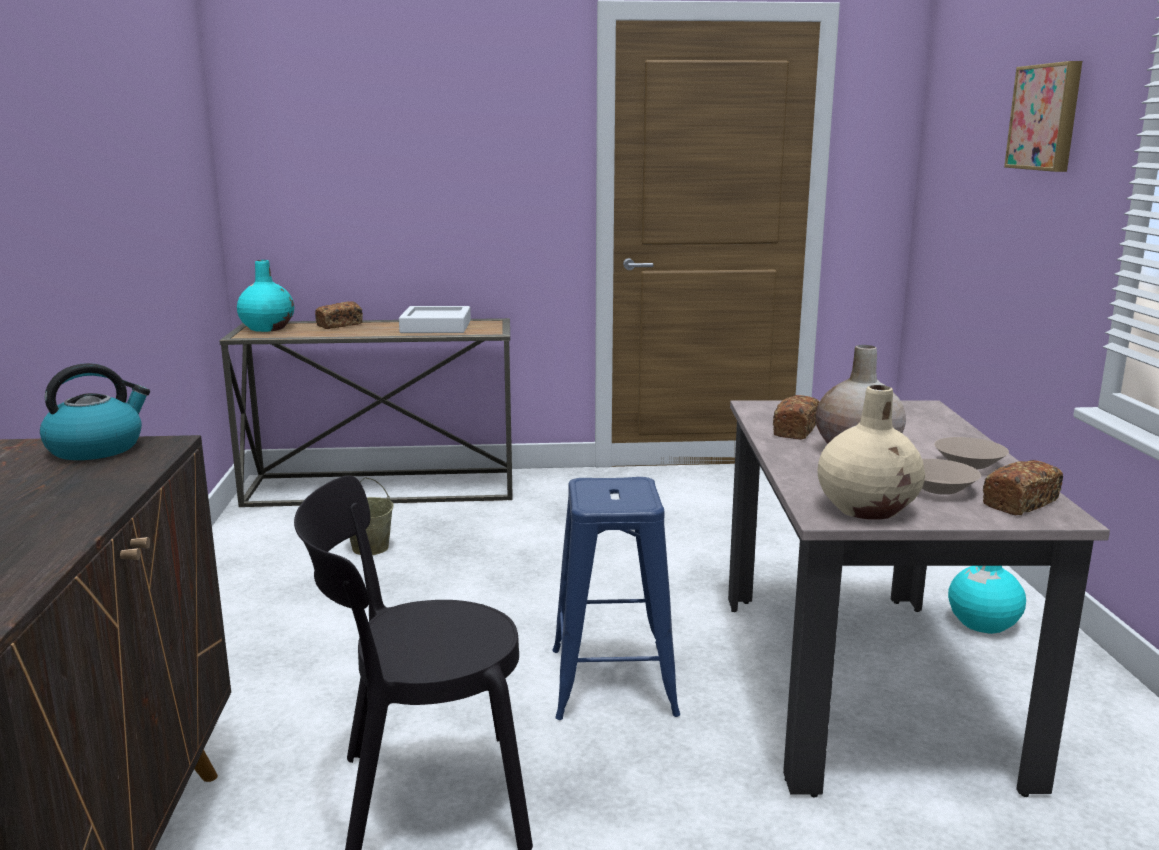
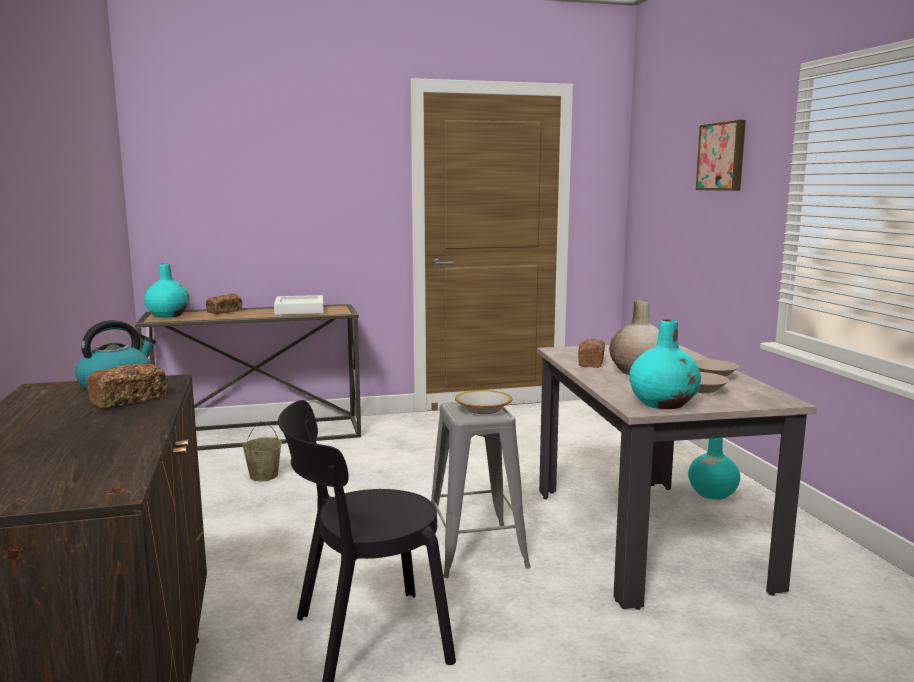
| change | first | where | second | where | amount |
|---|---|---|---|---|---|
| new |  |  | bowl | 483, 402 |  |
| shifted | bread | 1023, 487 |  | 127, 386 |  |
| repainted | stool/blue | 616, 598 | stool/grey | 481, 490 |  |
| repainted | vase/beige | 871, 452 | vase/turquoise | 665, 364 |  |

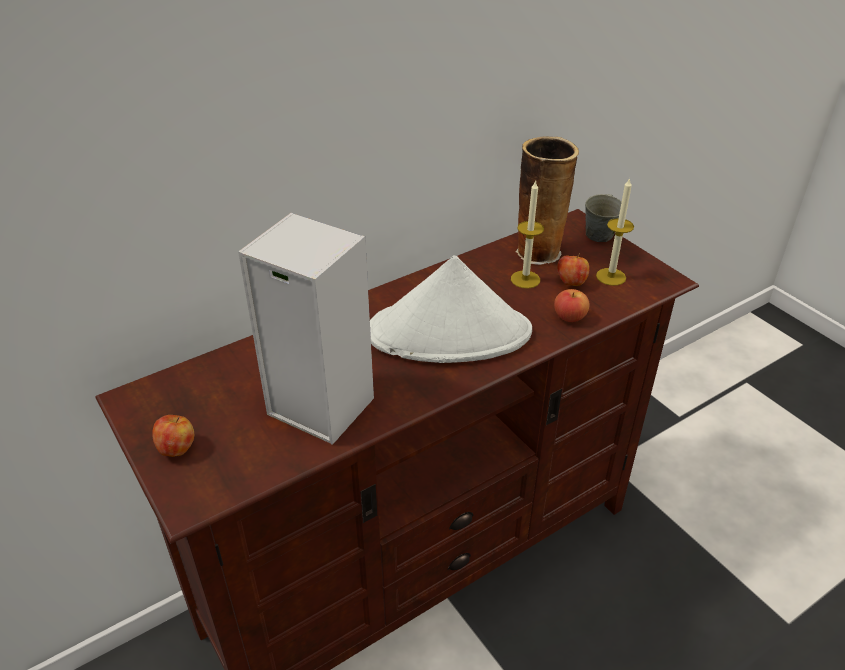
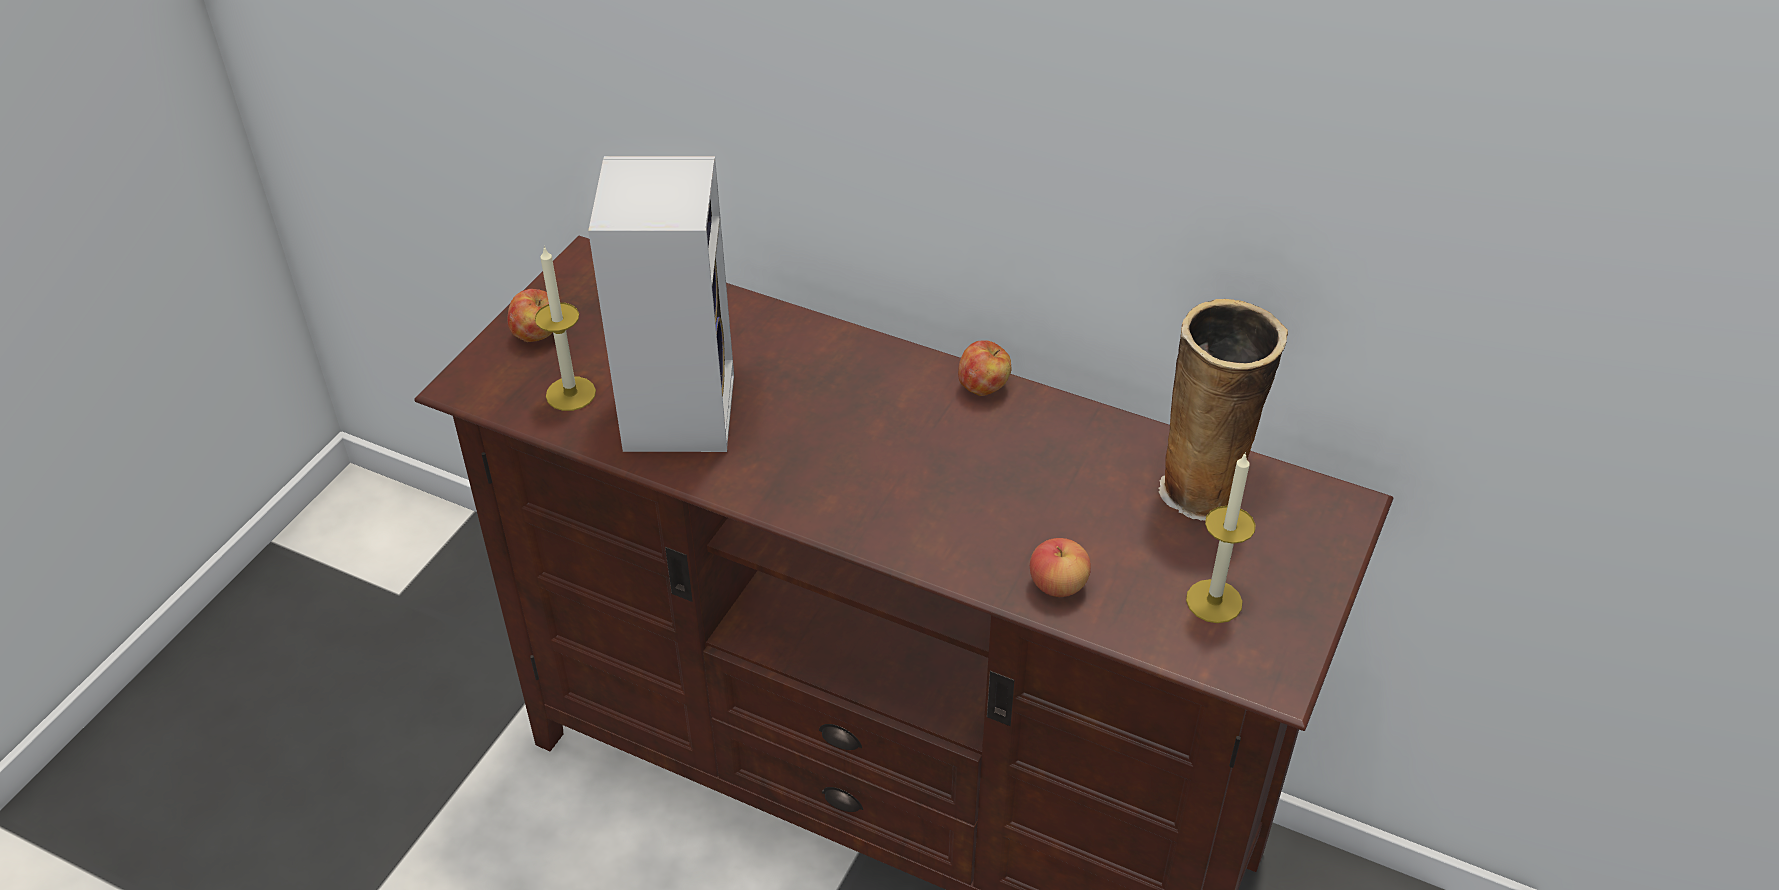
| change | first | where | second | where | amount |
|---|---|---|---|---|---|
| gone | hat/white | 451, 309 |  |  |  |
| gone | mug/grey | 603, 218 |  |  |  |
| shifted | candle | 527, 234 |  | 565, 328 |  |
| shifted | apple | 573, 269 |  | 985, 368 |  |

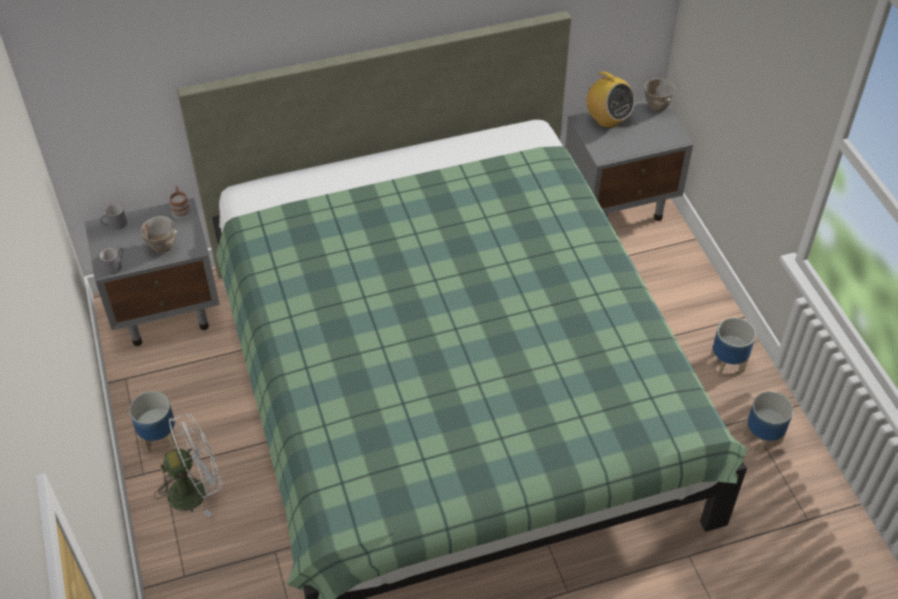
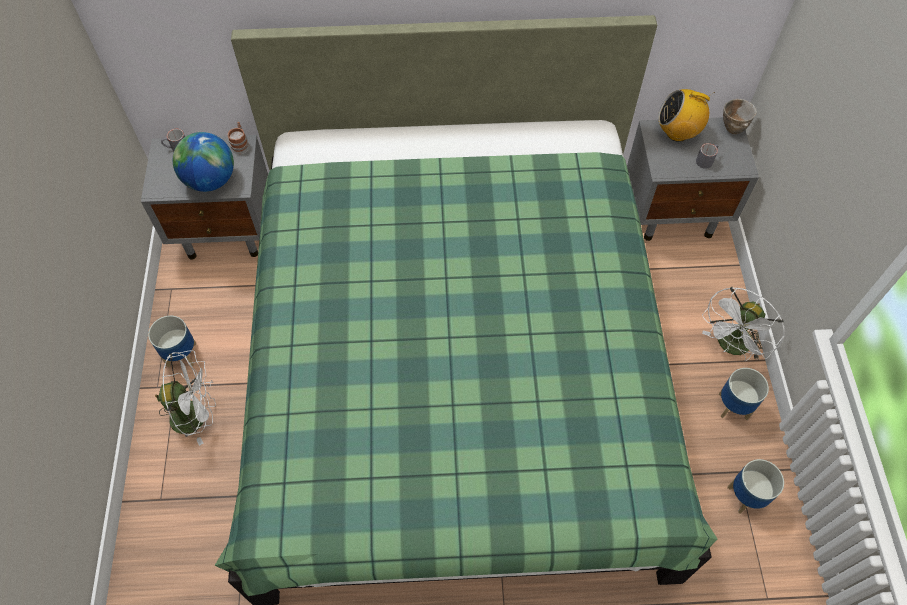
| change | first | where | second | where | amount |
|---|---|---|---|---|---|
| new |  |  | fan/white | 743, 324 |  |
| shifted | mug/grey | 111, 261 |  | 707, 156 |  |
| swapped | bowl | 158, 234 | globe | 203, 162 |  |
| rotated | radio | 610, 100 |  | 686, 115 | 120 degrees clockwise |

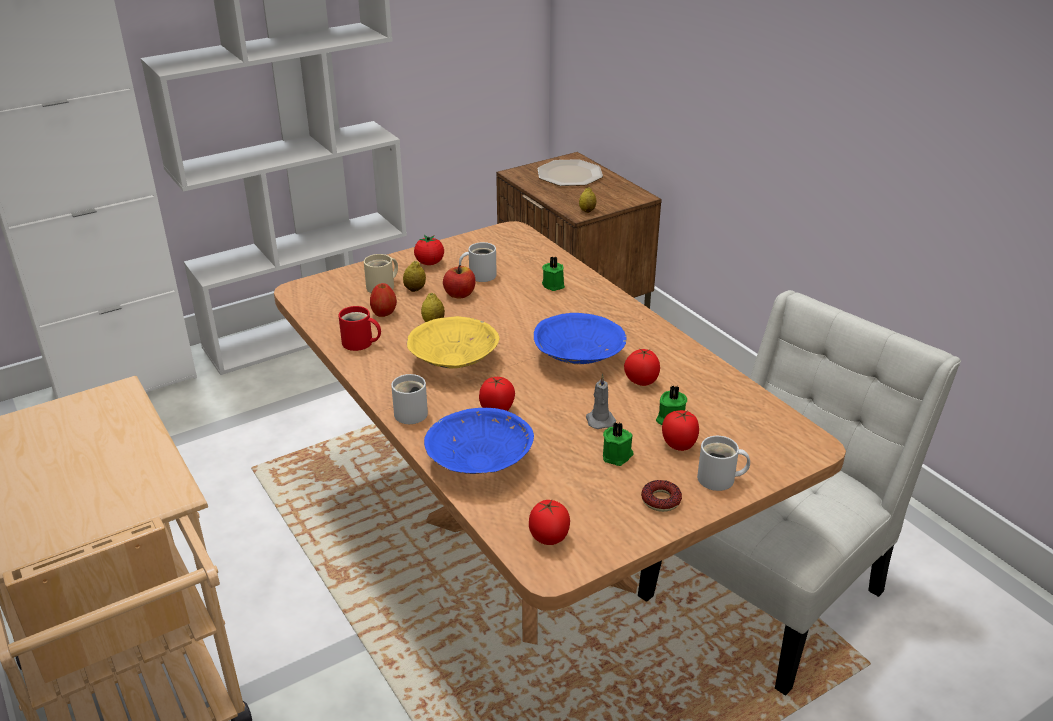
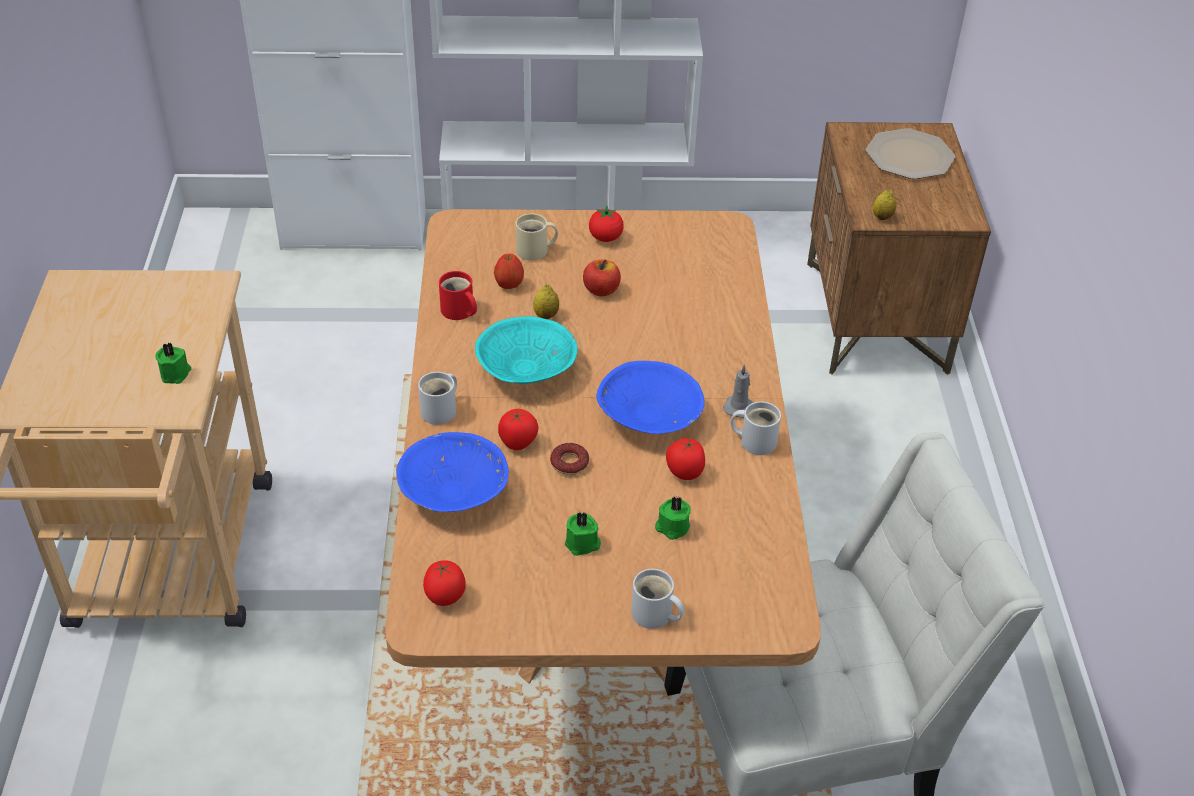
| change | first | where | second | where | amount |
|---|---|---|---|---|---|
| gone | lemon | 414, 276 |  |  |  |
| gone | tomato | 680, 430 |  |  |  |
| shifted | mug/white | 478, 262 |  | 755, 428 |  |
| shifted | candle/green | 553, 274 |  | 173, 363 |  |
| shifted | candle/grey | 601, 401 |  | 738, 391 |  |
| shifted | donut | 661, 496 |  | 569, 459 |  |
| repainted | bowl/yellow | 453, 342 | bowl/turquoise | 526, 350 |  |

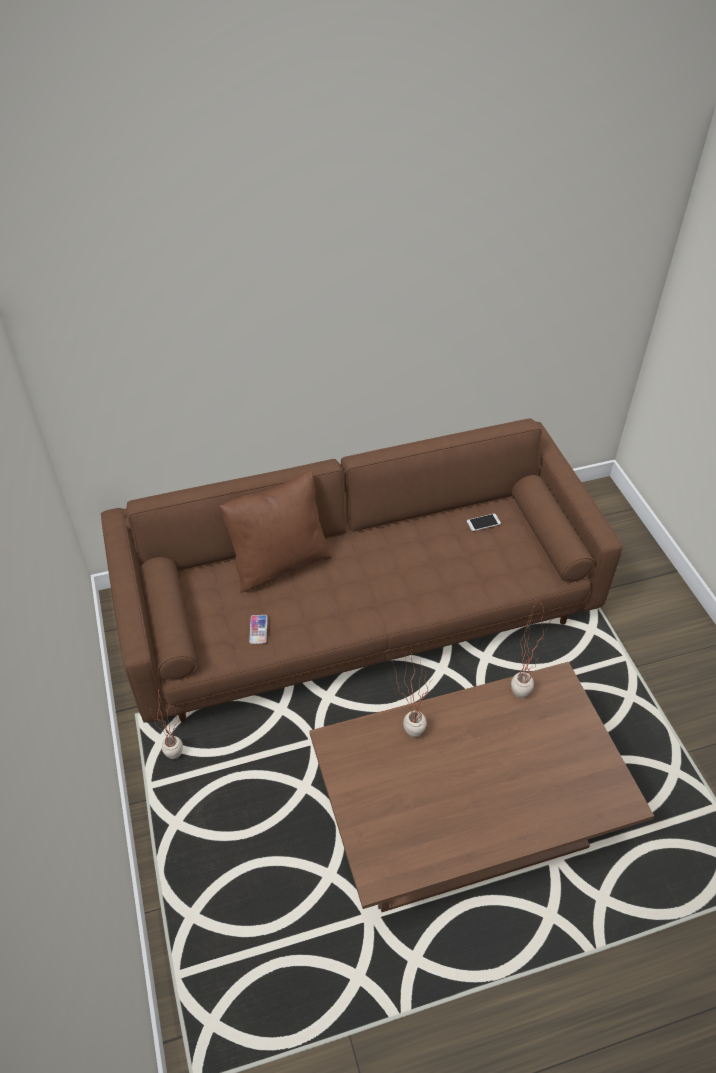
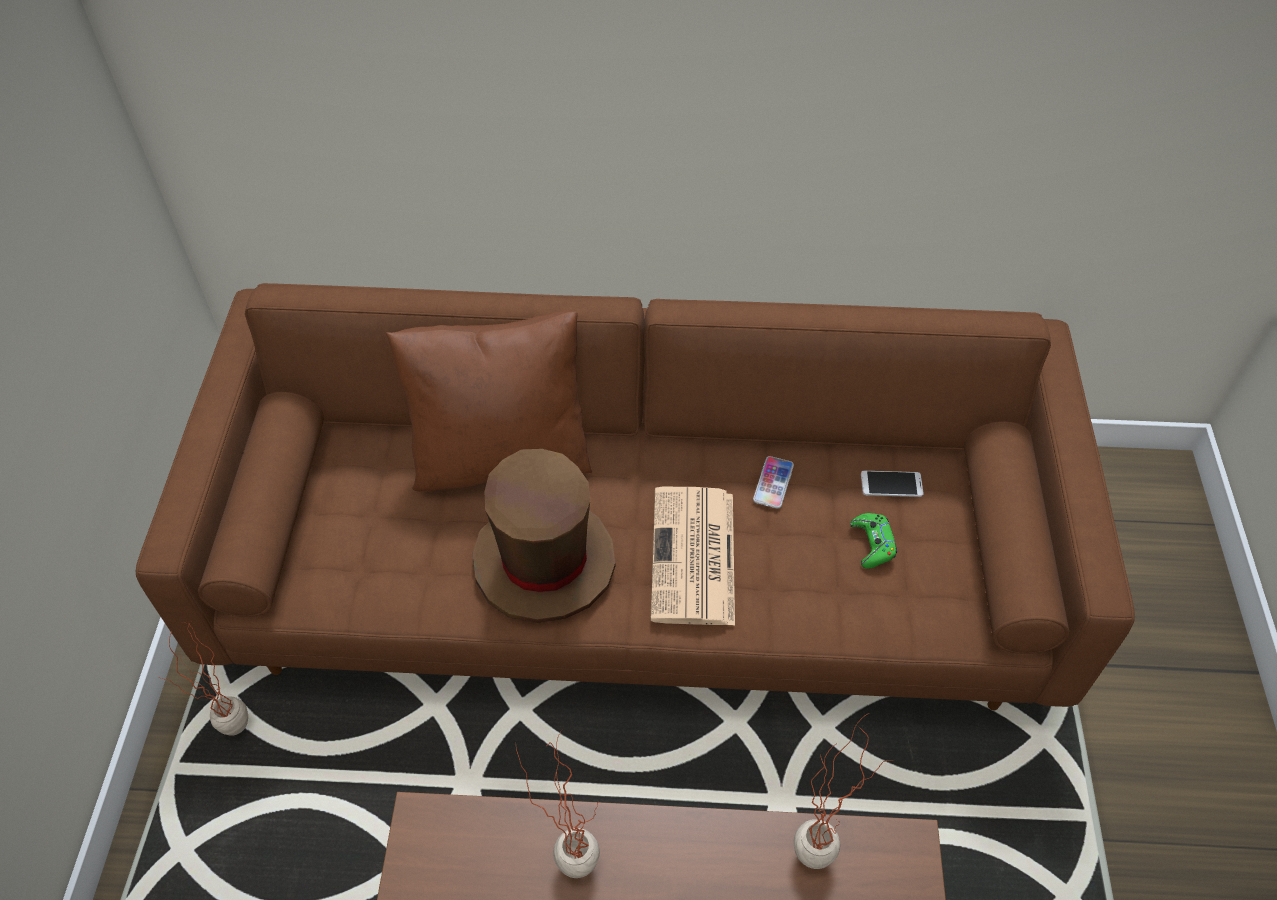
| change | first | where | second | where | amount |
|---|---|---|---|---|---|
| new |  |  | hat/brown | 543, 536 |  |
| new |  |  | newspaper | 693, 556 |  |
| new |  |  | game controller/green | 873, 541 |  |
| shifted | phone | 258, 629 |  | 773, 482 |  |

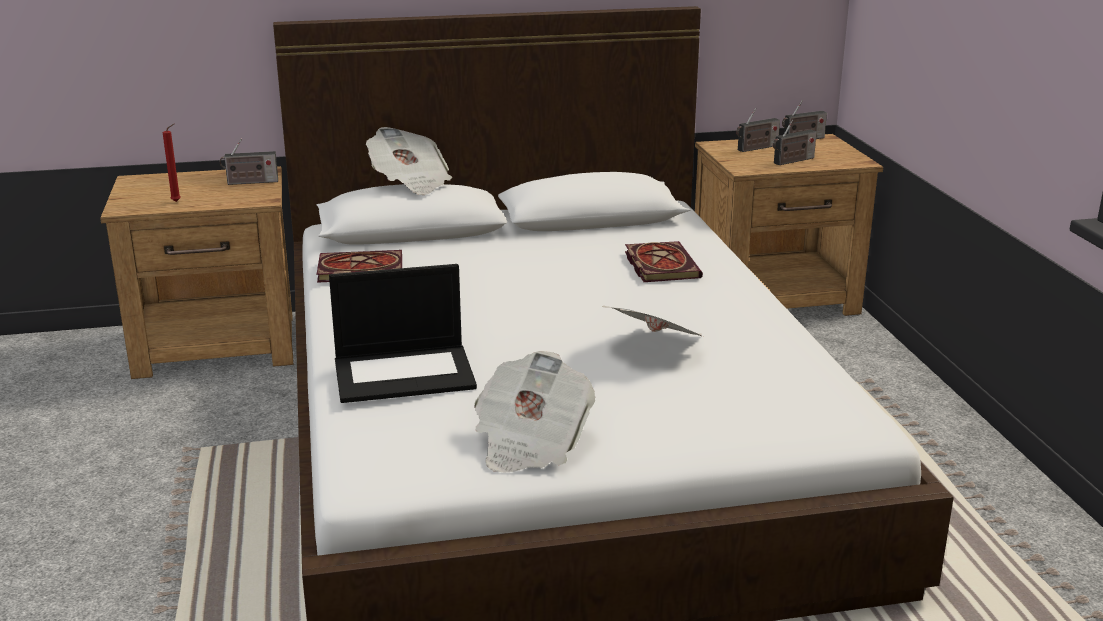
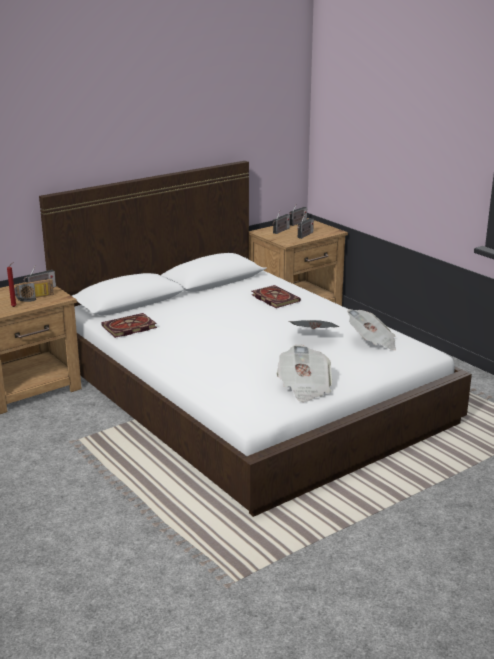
| change | first | where | second | where | amount |
|---|---|---|---|---|---|
| gone | laptop | 403, 333 |  |  |  |
| new |  |  | radio | 34, 290 |  |
| shifted | newspaper | 409, 161 |  | 371, 329 |  |

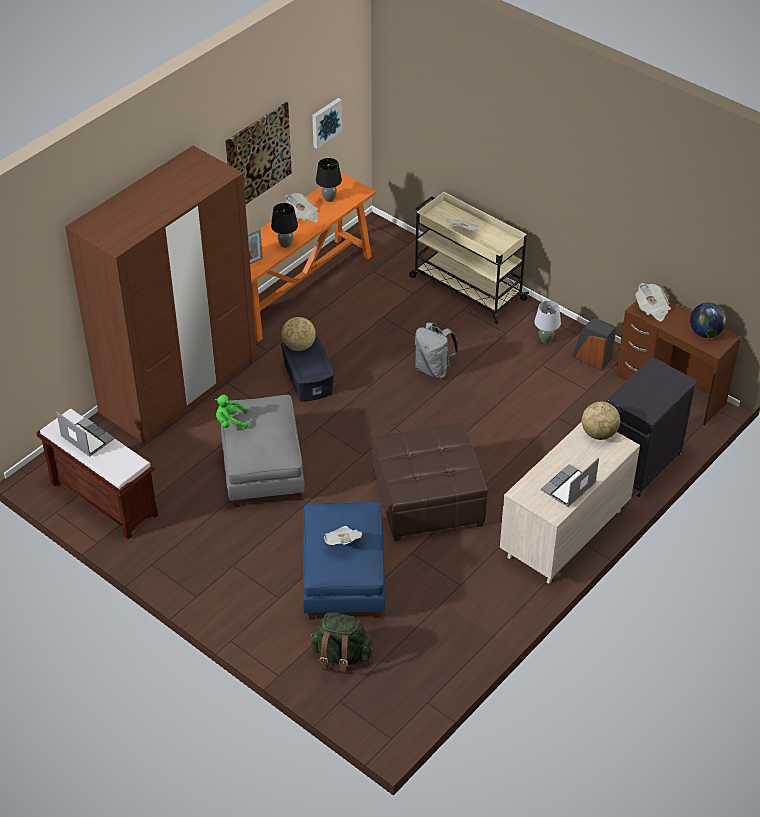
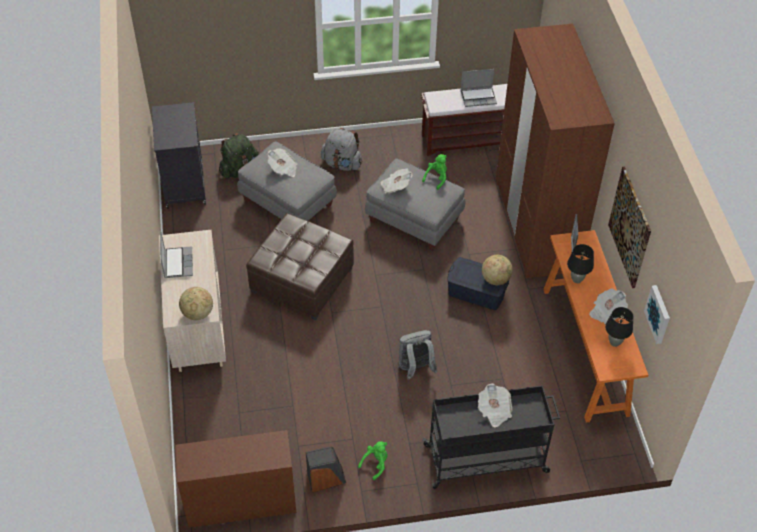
| change | first | where | second | where | amount |
|---|---|---|---|---|---|
| gone | globe | 708, 320 |  |  |  |
| new |  |  | backpack/grey | 341, 149 |  |
| shifted | cabinet/black | 652, 427 |  | 179, 155 |  |
| shifted | newspaper | 653, 302 |  | 396, 181 |  |
| swapped | table lamp/grey | 547, 322 | plush toy/green | 373, 460 |  |
| repainted | ottoman/blue | 344, 561 | ottoman/grey | 287, 181 |  |
| repainted | cart/beige | 469, 258 | cart/black | 491, 437 |  |

